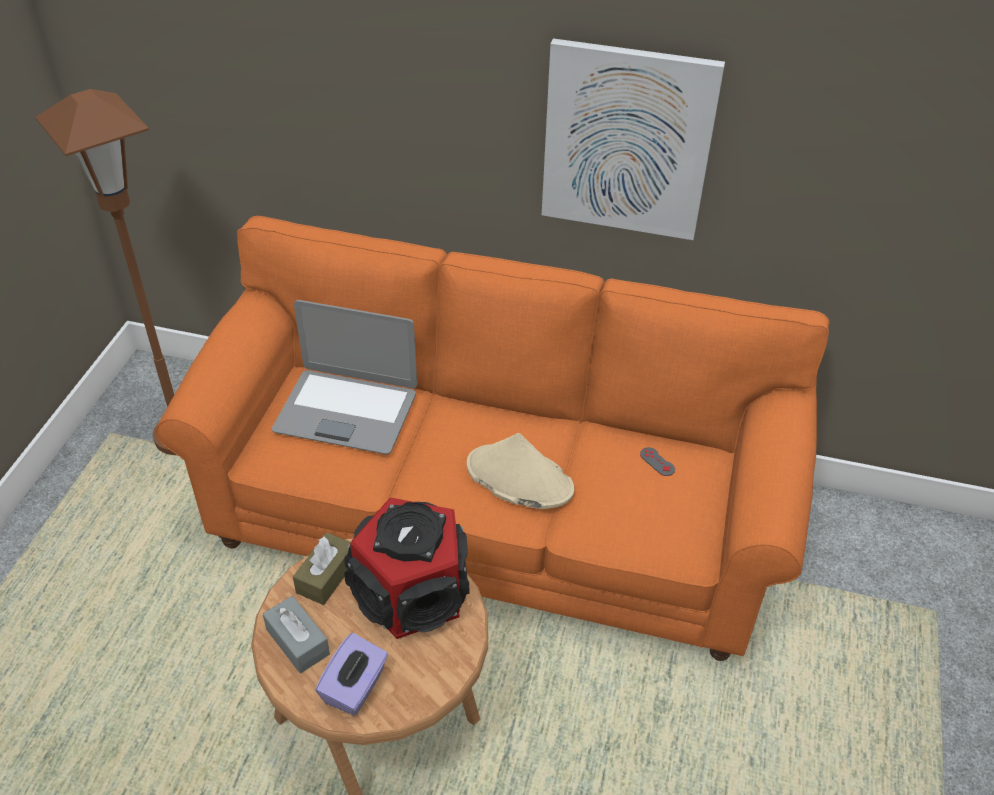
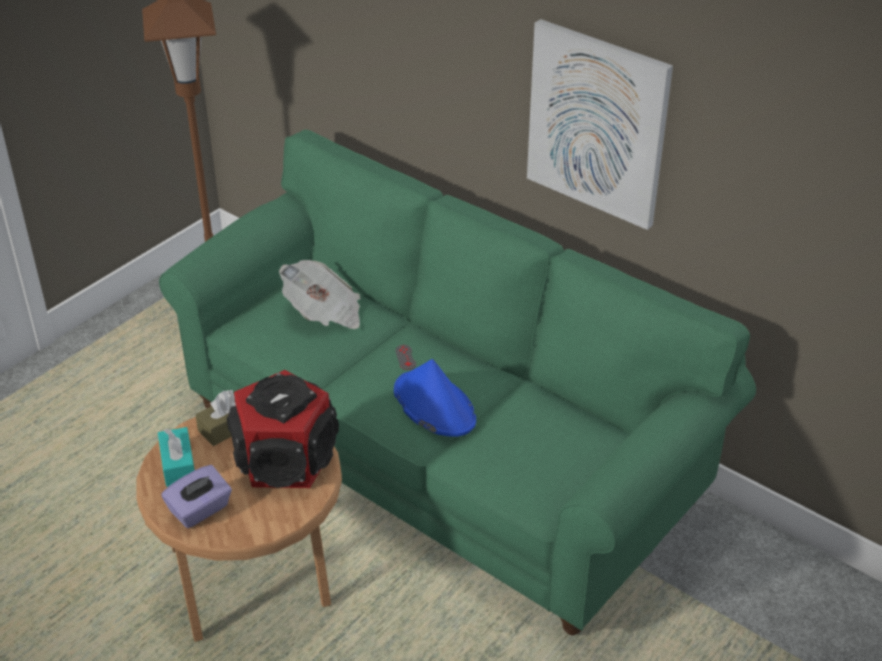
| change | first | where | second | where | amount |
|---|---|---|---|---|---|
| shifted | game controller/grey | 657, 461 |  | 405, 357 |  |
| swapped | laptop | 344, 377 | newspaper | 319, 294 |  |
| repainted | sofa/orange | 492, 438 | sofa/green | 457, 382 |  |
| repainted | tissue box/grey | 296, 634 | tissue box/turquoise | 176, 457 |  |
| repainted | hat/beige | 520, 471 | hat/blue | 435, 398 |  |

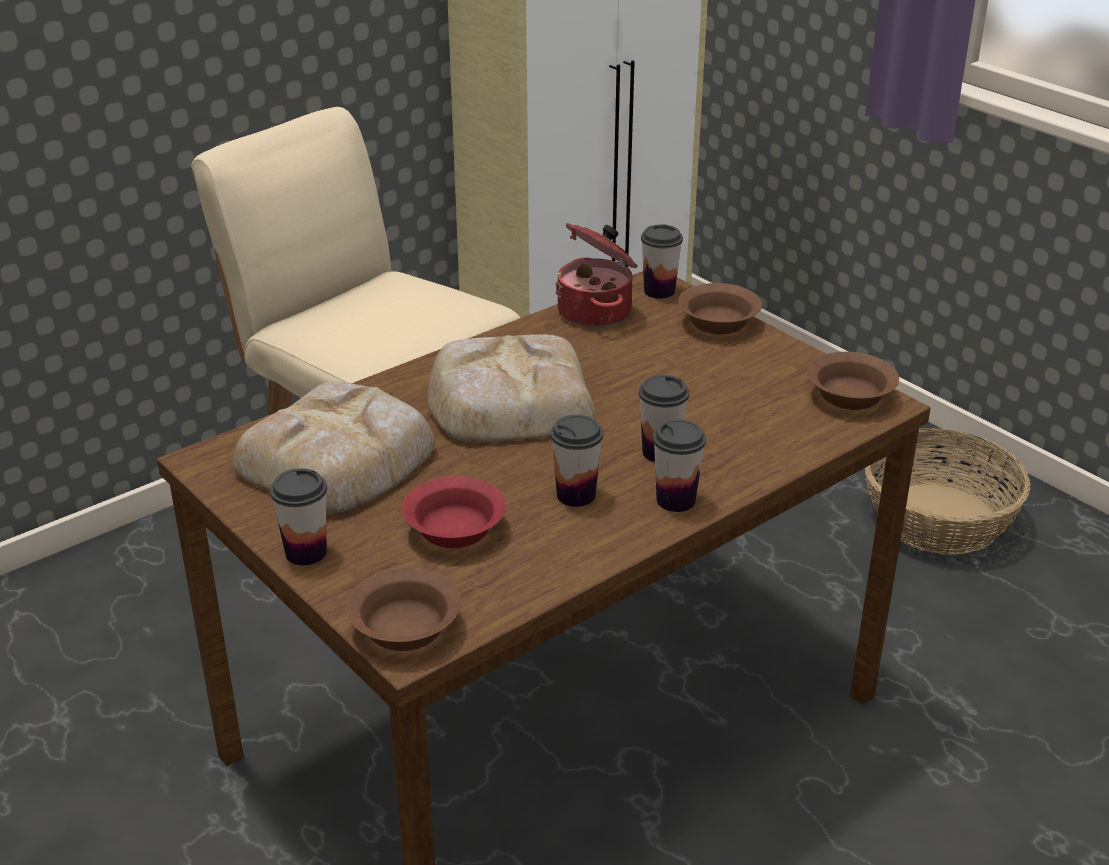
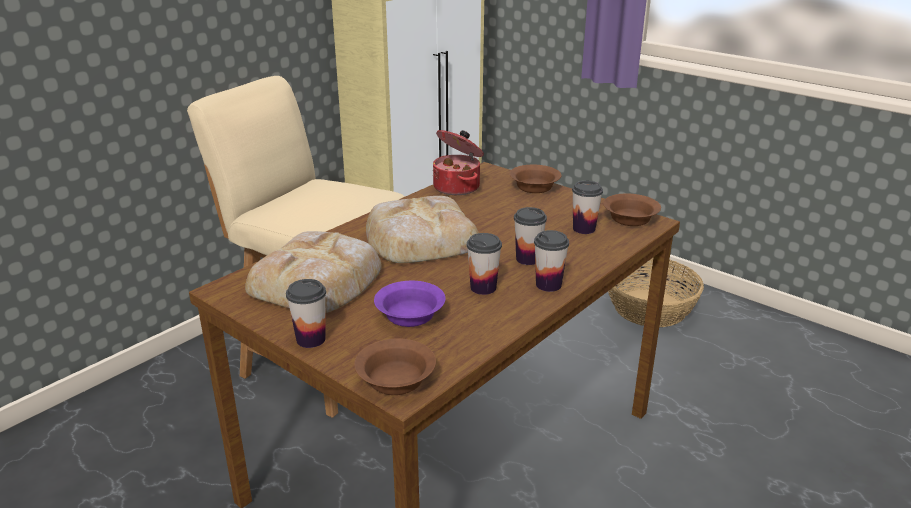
| change | first | where | second | where | amount |
|---|---|---|---|---|---|
| shifted | cup | 662, 261 |  | 587, 207 |  |
| repainted | bowl/red | 454, 512 | bowl/purple | 410, 304 |  |

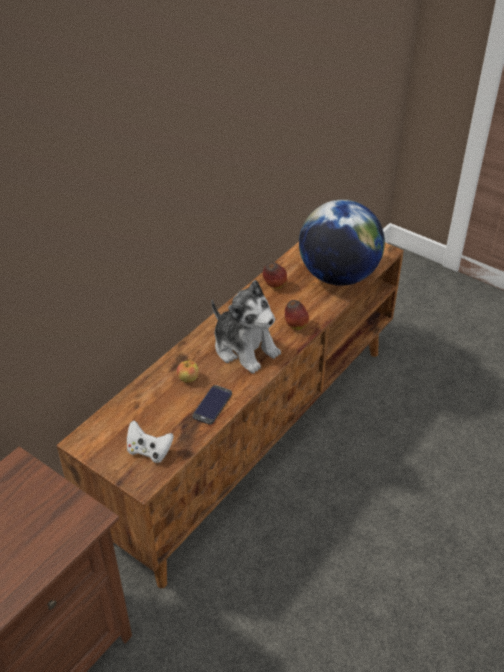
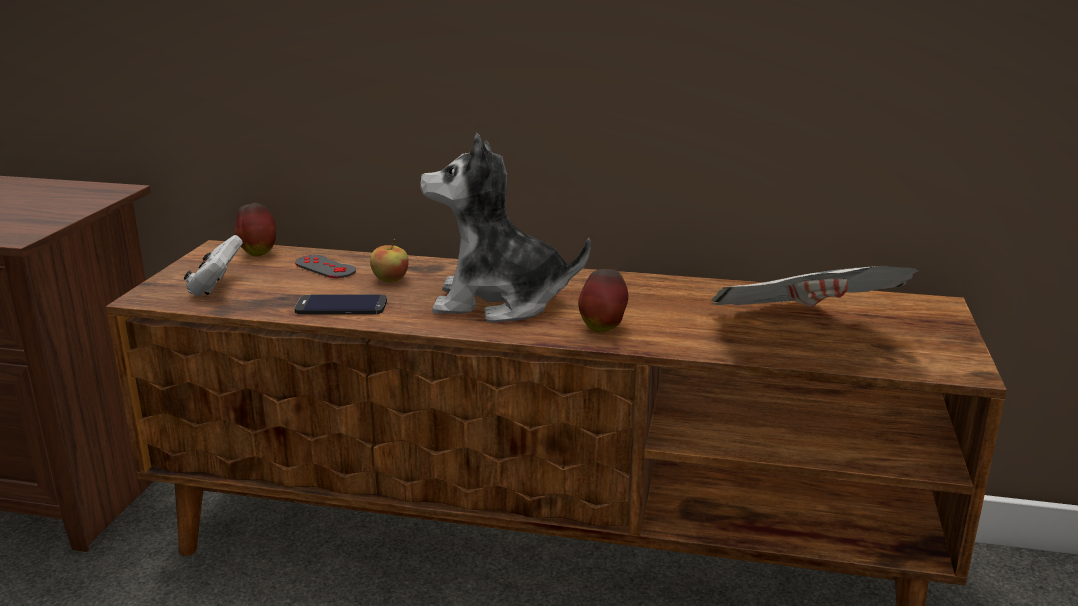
| change | first | where | second | where | amount |
|---|---|---|---|---|---|
| new |  |  | game controller/grey | 325, 266 |  |
| shifted | apple | 275, 275 |  | 255, 230 |  |
| swapped | globe | 342, 243 | newspaper | 815, 287 |  |
| rotated | plush toy | 246, 327 |  | 505, 228 | 75 degrees clockwise |

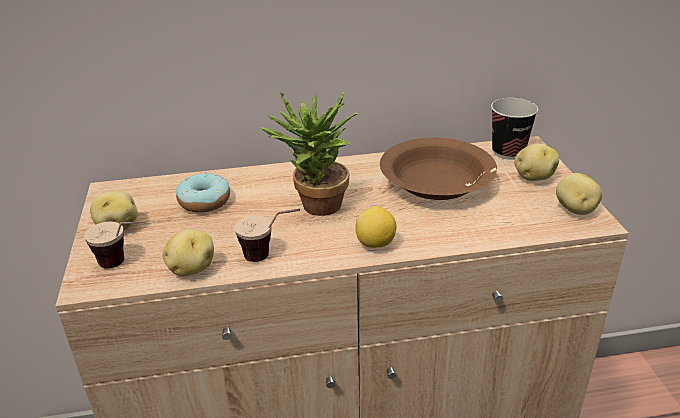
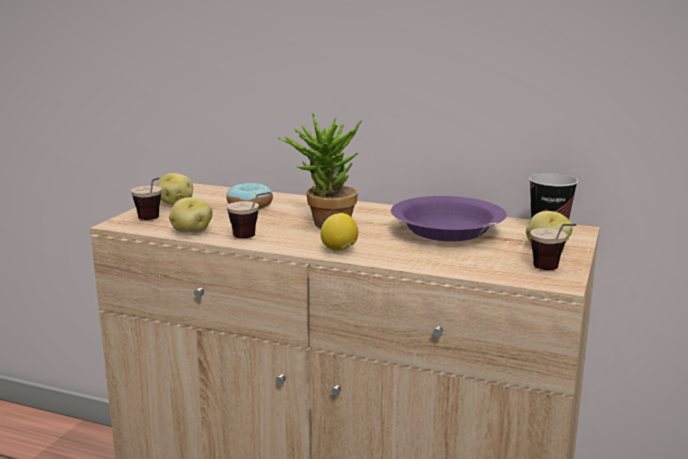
| change | first | where | second | where | amount |
|---|---|---|---|---|---|
| swapped | potato | 579, 194 | cup | 553, 247 |  |
| repainted | bowl/brown | 438, 169 | bowl/purple | 449, 219 |  |

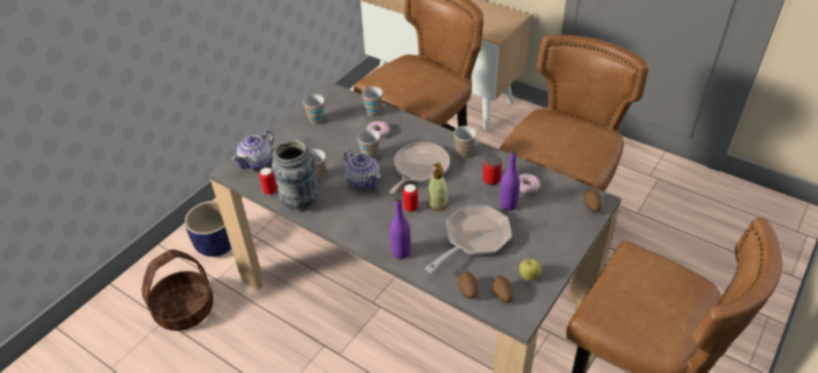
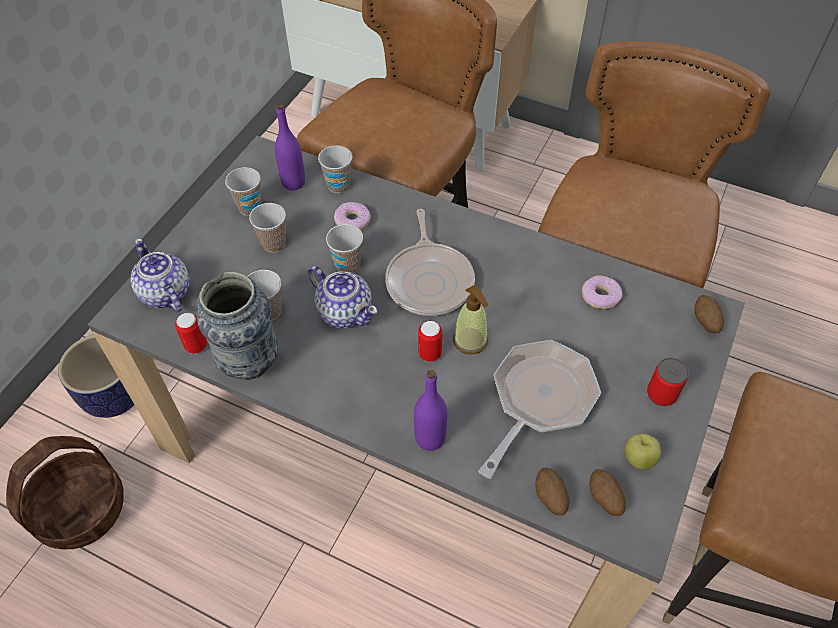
| change | first | where | second | where | amount |
|---|---|---|---|---|---|
| shifted | cup | 465, 142 |  | 267, 227 |  |
| shifted | can | 492, 169 |  | 668, 382 |  |
| shifted | bottle/purple | 509, 180 |  | 290, 147 |  |
| rotated | teapot | 252, 150 |  | 160, 275 | 120 degrees clockwise |
| rotated | frying pan | 419, 168 |  | 430, 262 | 150 degrees clockwise |

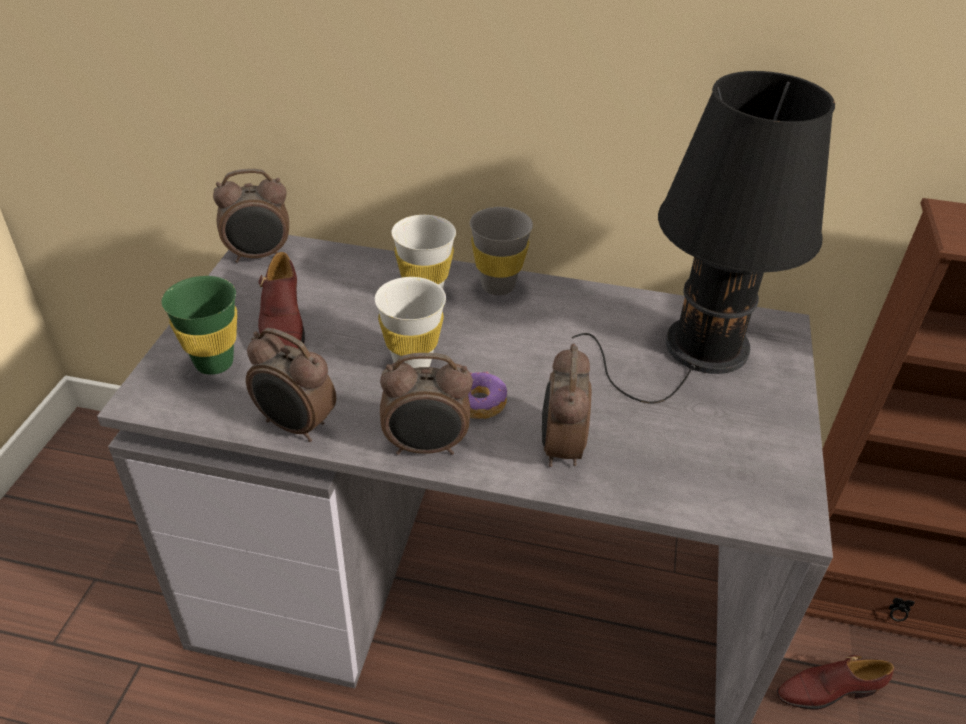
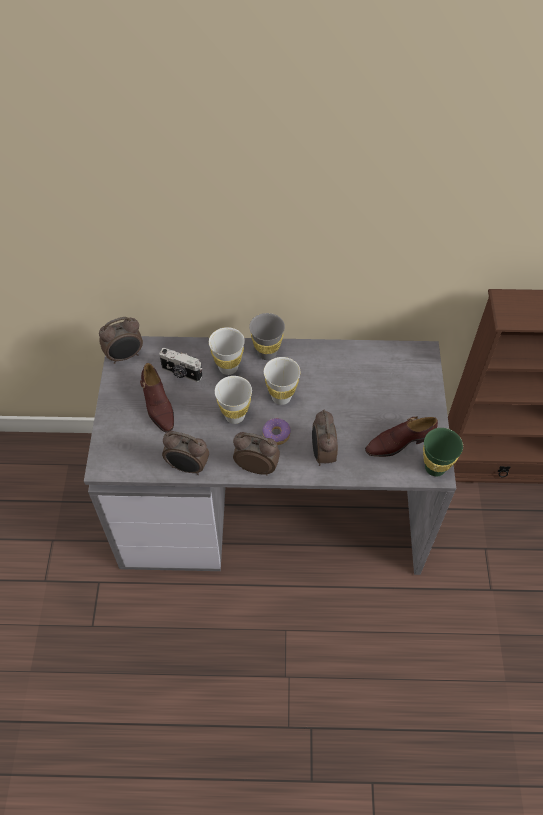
| change | first | where | second | where | amount |
|---|---|---|---|---|---|
| gone | table lamp/black | 703, 237 |  |  |  |
| new |  |  | photo camera | 181, 365 |  |
| new |  |  | cup/white | 282, 381 |  |
| shifted | cup/green | 199, 325 |  | 443, 452 |  |
| shifted | shoe/brown | 835, 682 |  | 401, 437 |  |
| rotated | alarm clock | 426, 404 |  | 256, 454 | 150 degrees counterclockwise |

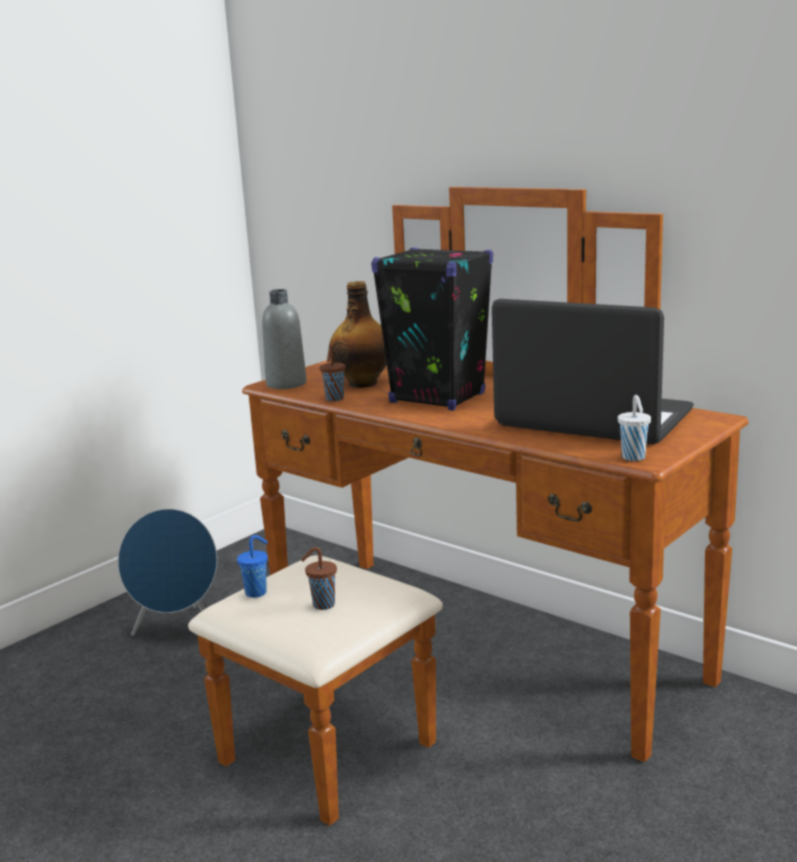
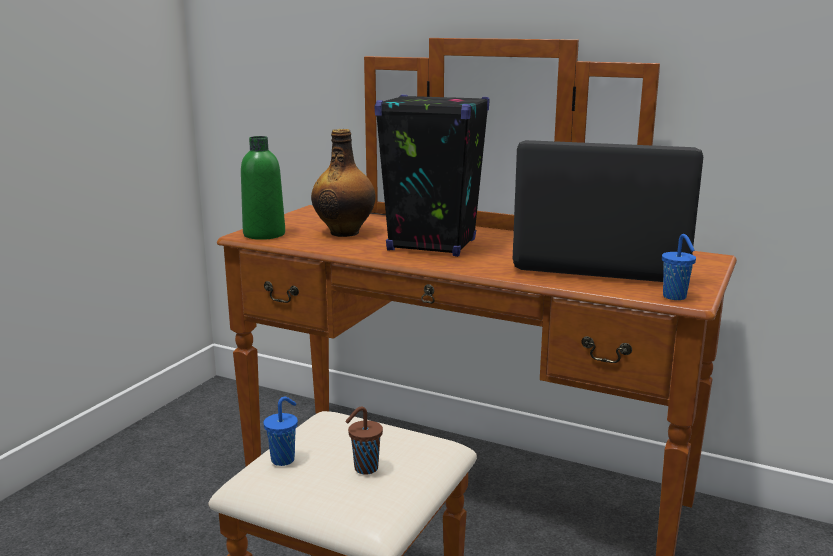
| change | first | where | second | where | amount |
|---|---|---|---|---|---|
| gone | speaker/blue | 167, 572 |  |  |  |
| gone | cup/brown | 332, 374 |  |  |  |
| repainted | bottle/grey | 284, 339 | bottle/green | 263, 188 |  |
| repainted | cup/white | 634, 428 | cup/blue | 679, 267 |  |

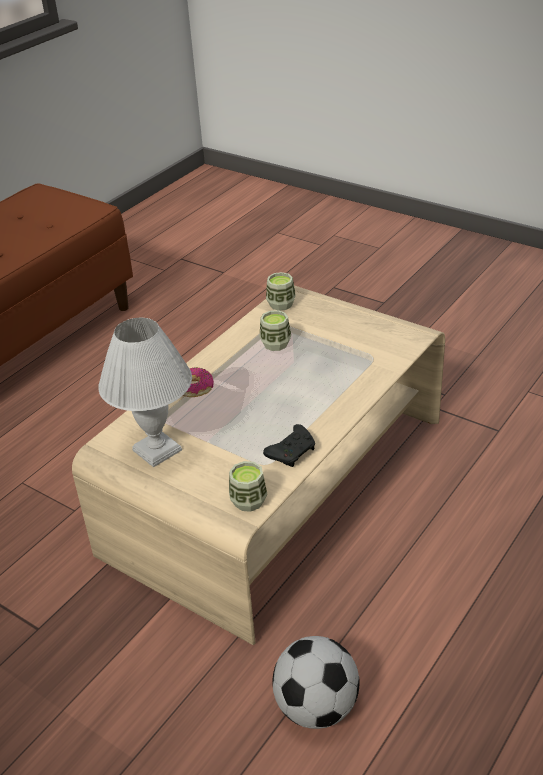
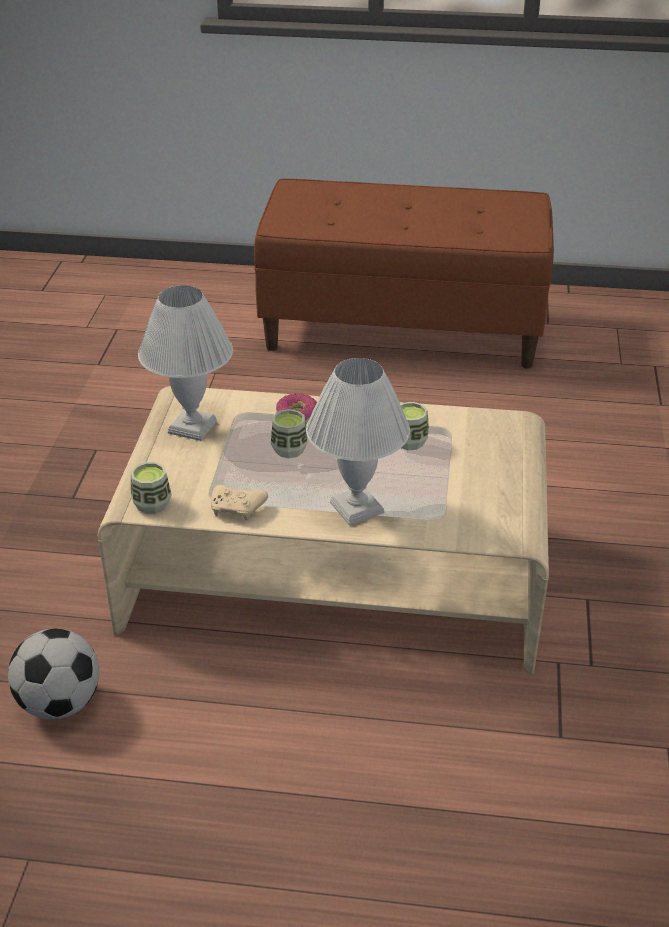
| change | first | where | second | where | amount |
|---|---|---|---|---|---|
| new |  |  | table lamp/white | 358, 441 |  |
| shifted | cup | 281, 291 |  | 289, 433 |  |
| repainted | game controller/black | 289, 445 | game controller/beige | 239, 502 |  |

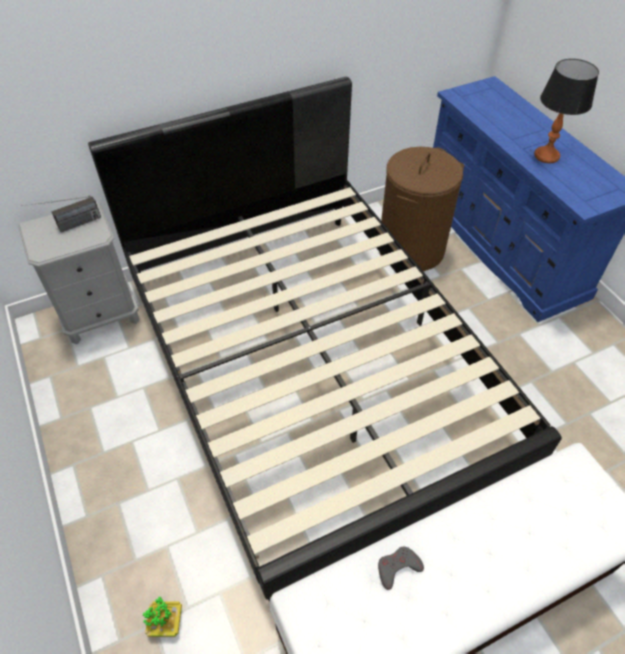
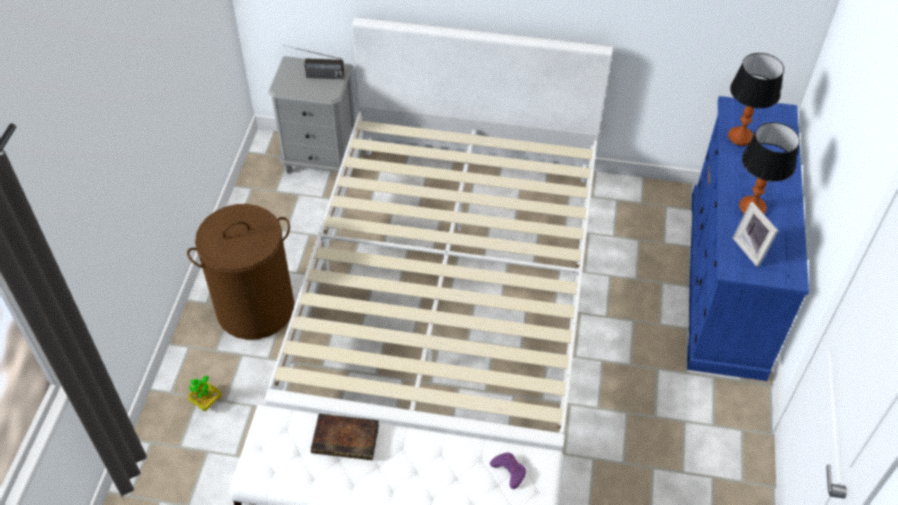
| change | first | where | second | where | amount |
|---|---|---|---|---|---|
| new |  |  | game controller/purple | 508, 471 |  |
| new |  |  | table lamp | 756, 99 |  |
| new |  |  | picture frame | 755, 234 |  |
| shifted | laundry basket/brown | 421, 209 |  | 240, 272 |  |
| swapped | game controller/grey | 401, 568 | book | 345, 436 |  |
| repainted | bed/black | 325, 339 | bed/white | 439, 235 |  |

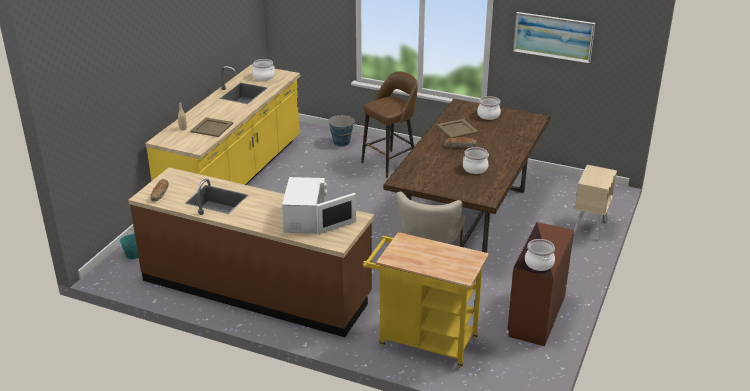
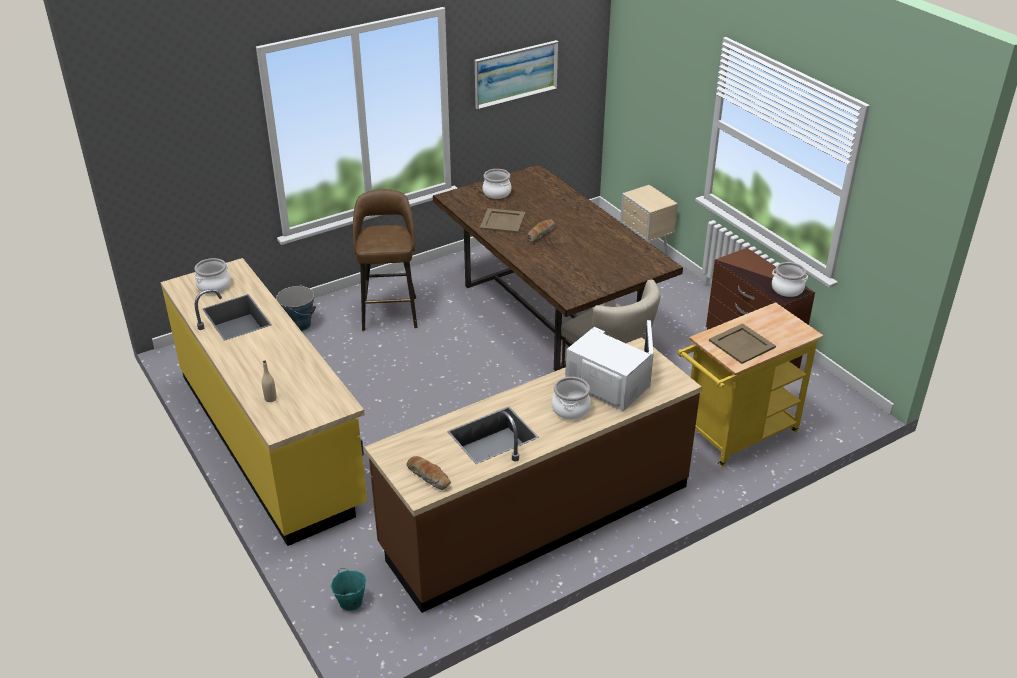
| change | first | where | second | where | amount |
|---|---|---|---|---|---|
| shifted | tray/beige | 211, 127 |  | 742, 343 |  |
| shifted | cooking pot | 476, 160 |  | 571, 398 |  |

